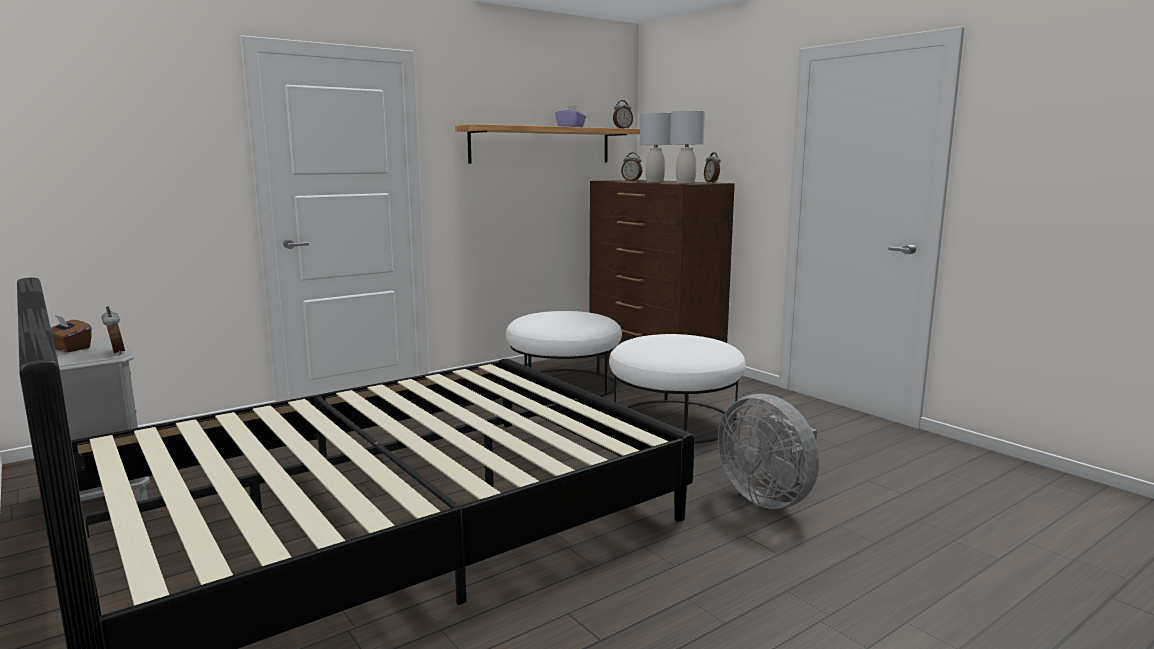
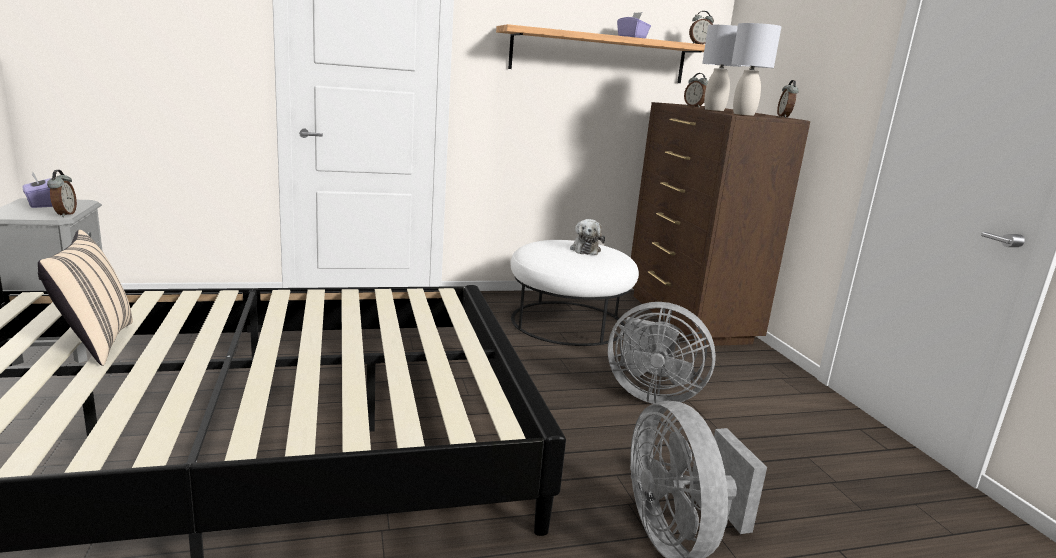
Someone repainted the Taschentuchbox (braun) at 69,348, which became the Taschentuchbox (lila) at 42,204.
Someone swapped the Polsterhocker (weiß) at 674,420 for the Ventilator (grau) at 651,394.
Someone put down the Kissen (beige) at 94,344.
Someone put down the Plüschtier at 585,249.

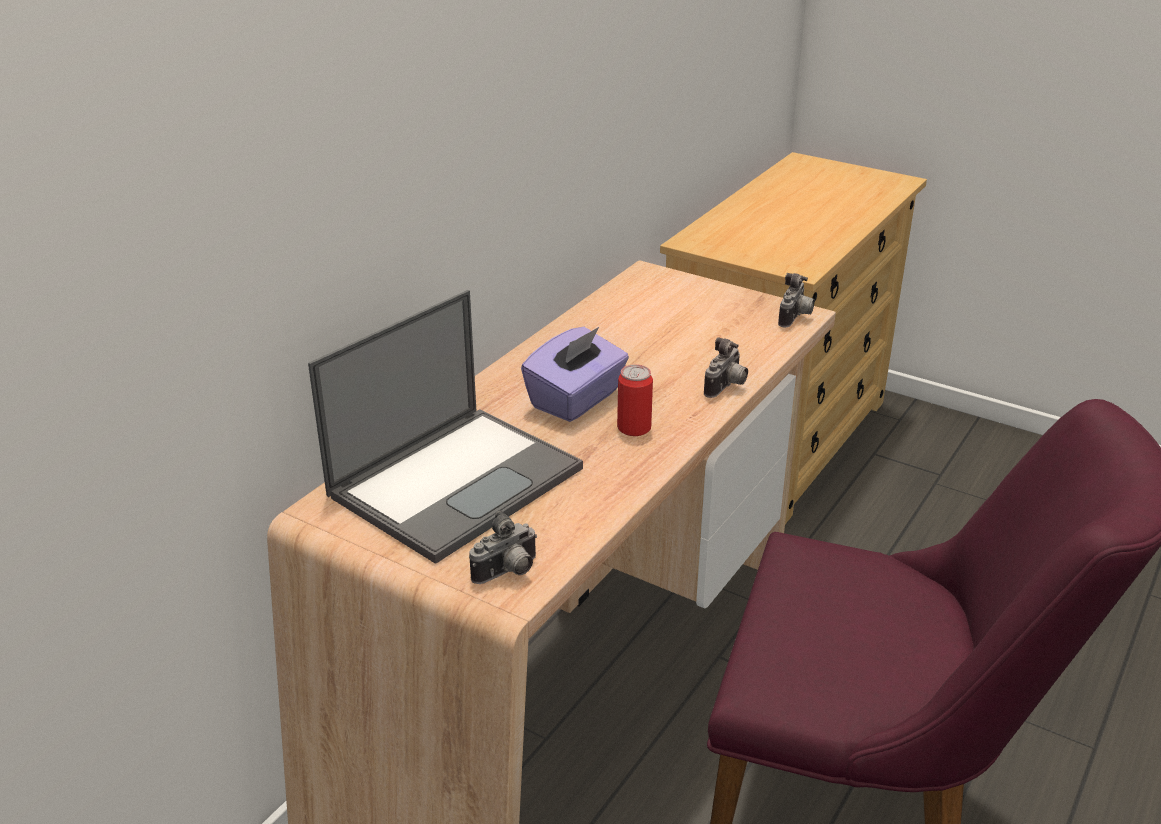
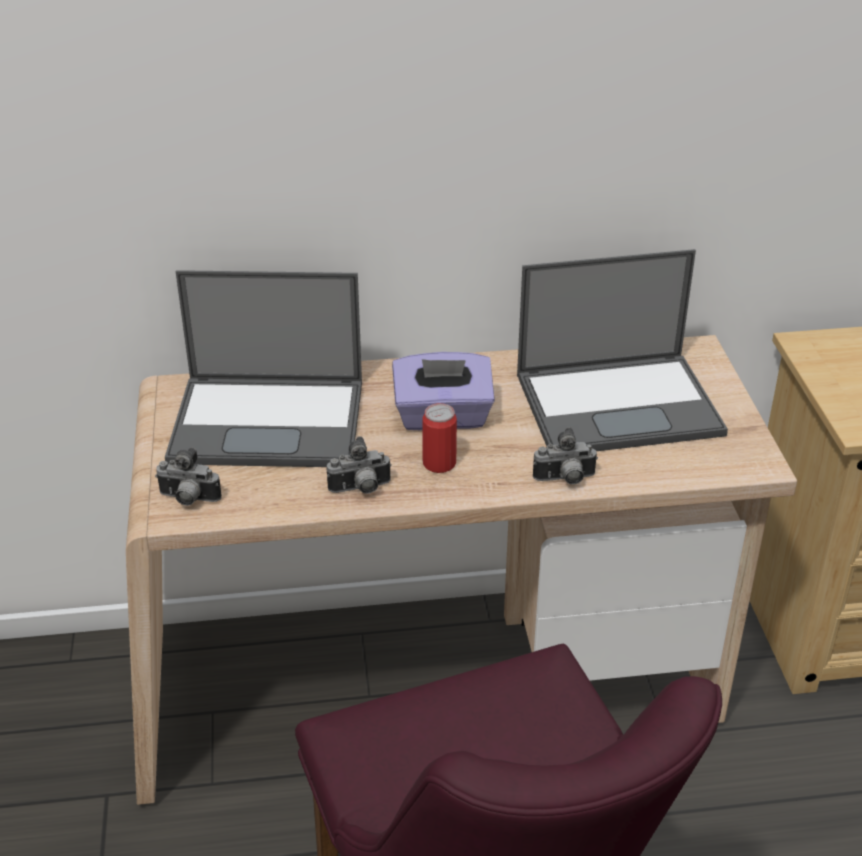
Someone carried the Kamera from 795,318 to 360,489.
Someone put down the Laptop at 620,404.

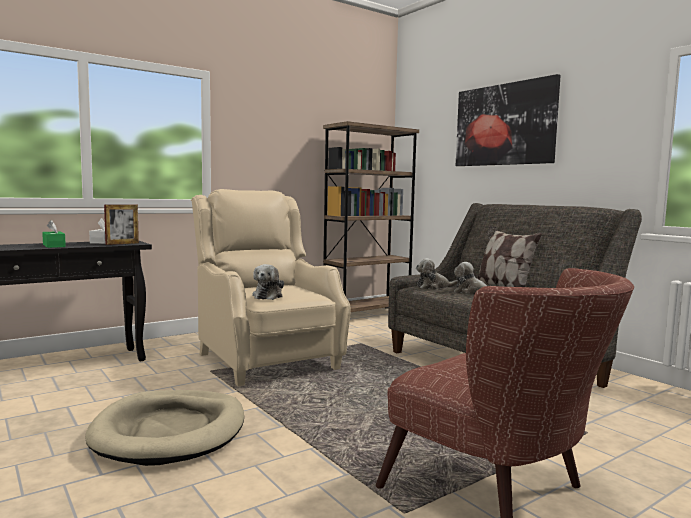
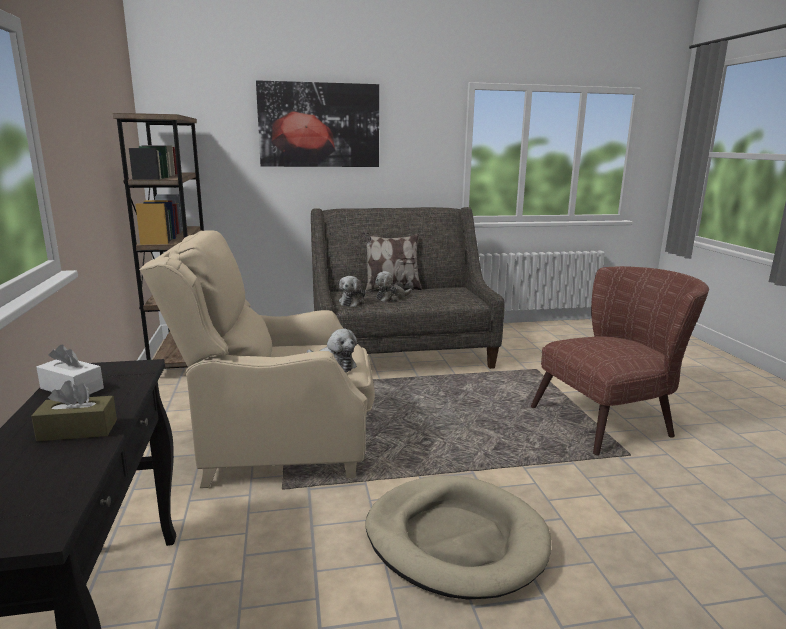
Someone repainted the Taschentuchbox (grün) at 54,246, which became the Taschentuchbox (braun) at 78,430.
Someone took away the Bilderrahmen at 122,243.

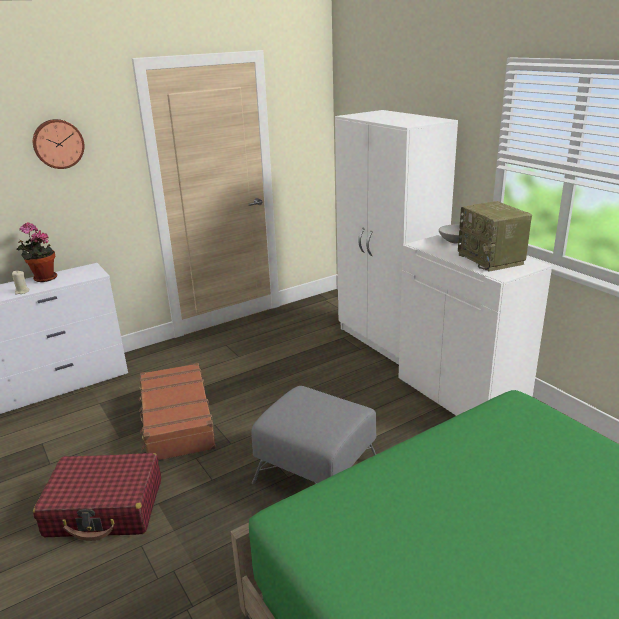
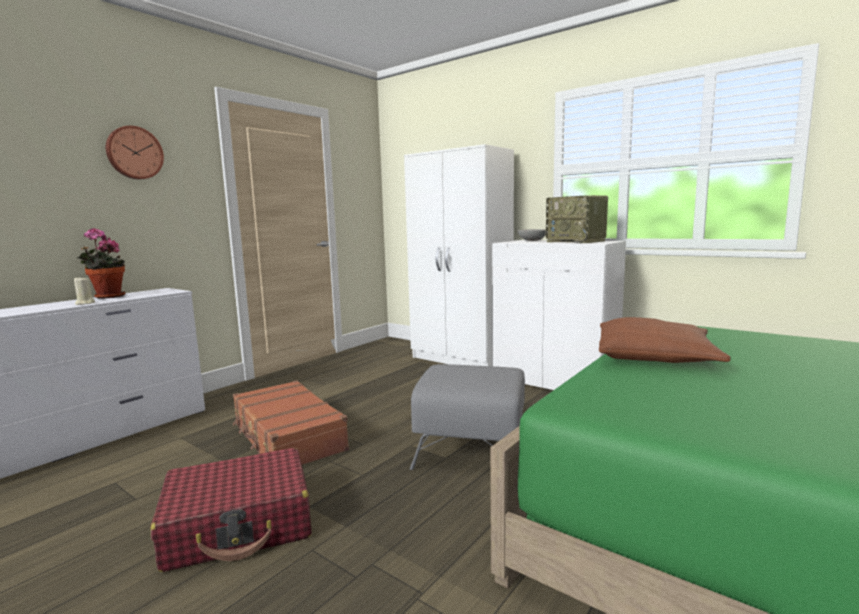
Someone put down the Kissen (braun) at 655,356.

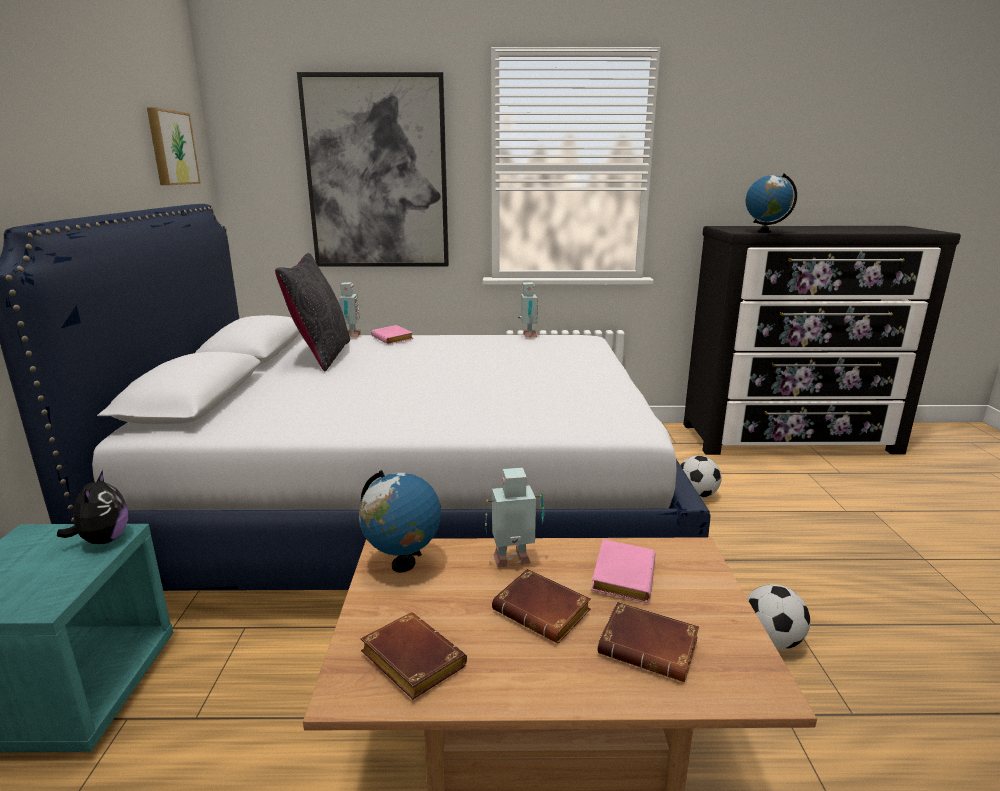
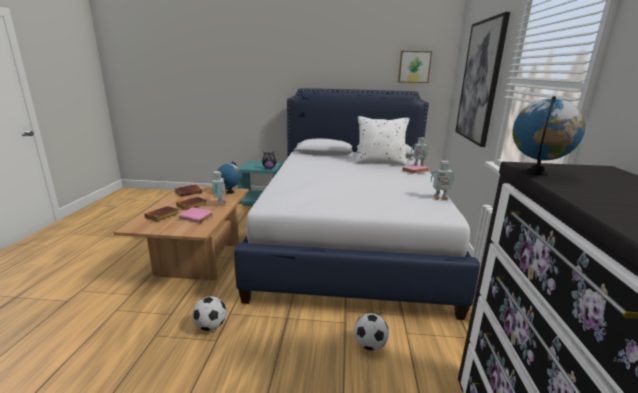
Someone repainted the Kissen (schwarz) at 321,355, which became the Kissen (weiß) at 380,162.

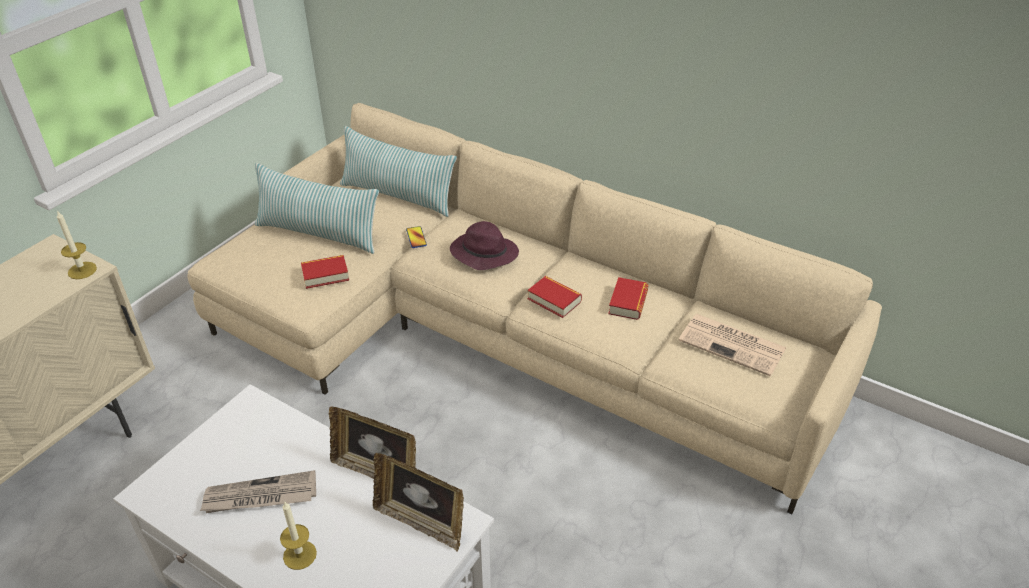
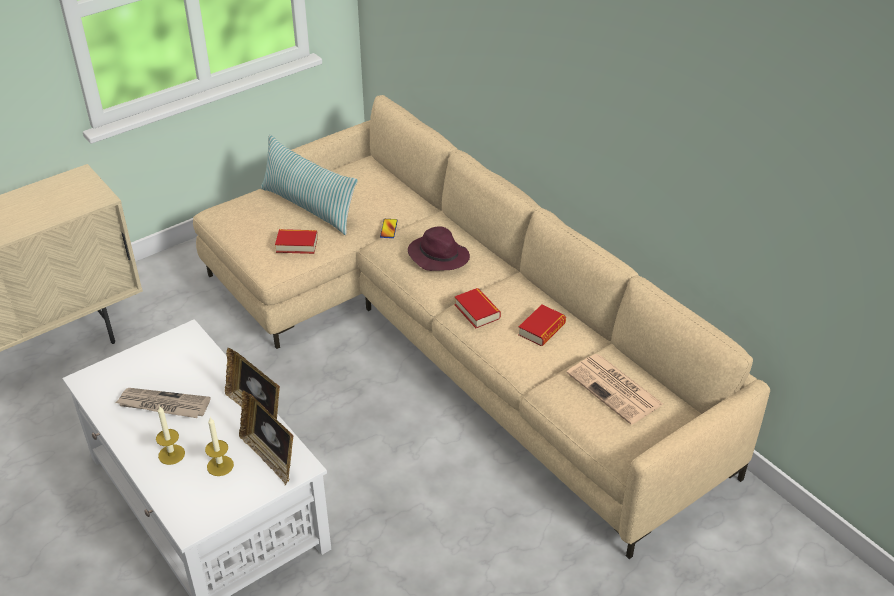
Someone carried the Kerze from 82,270 to 220,465.
Someone took away the Kissen at 398,195.

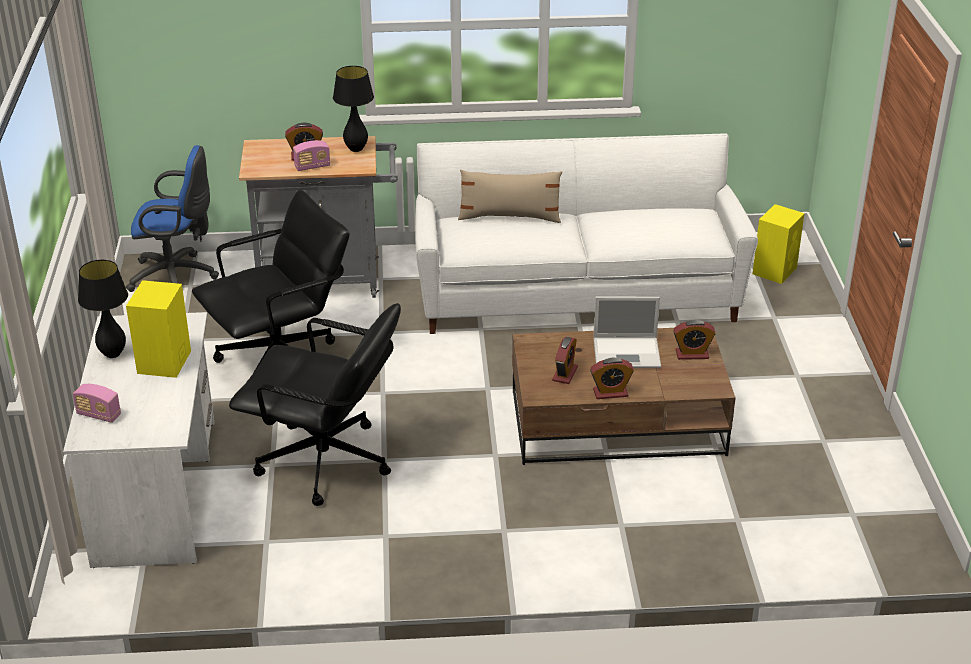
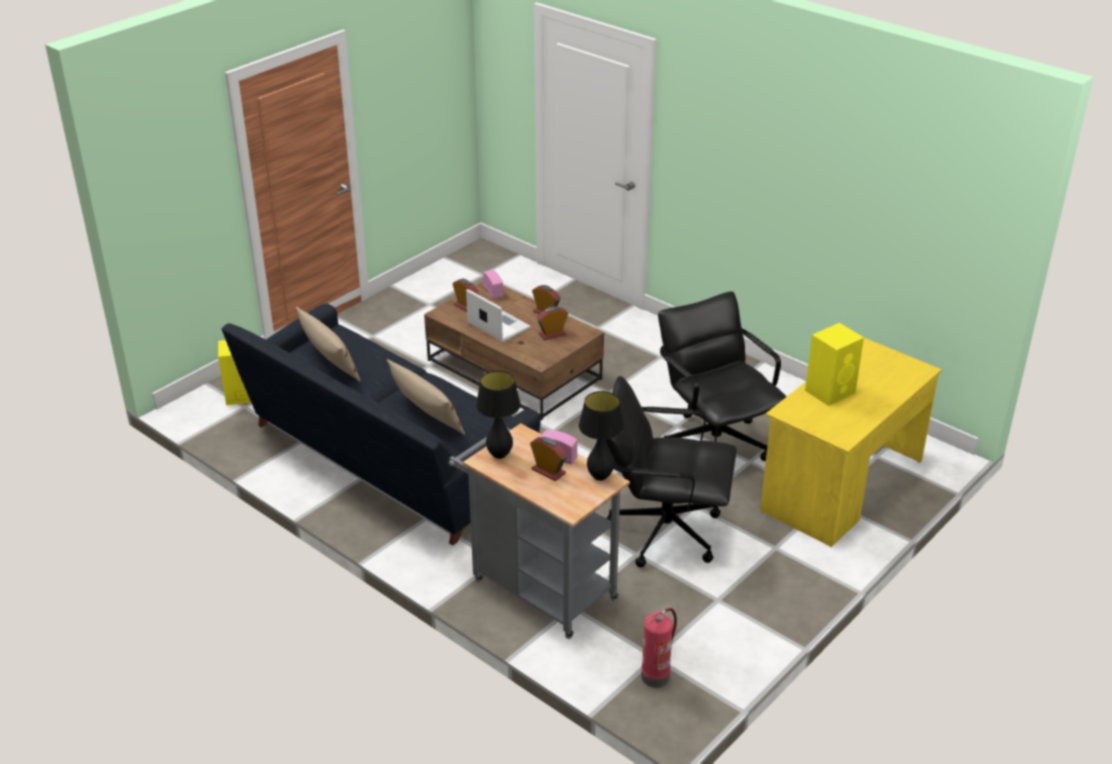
Someone repainted the Schreibtisch (weiß) at 156,491, which became the Schreibtisch (gelb) at 842,486.
Someone carried the Radio from 99,415 to 493,292.
Someone carried the Tischlampe (schwarz) from 113,354 to 600,476.
Someone swapped the Bürostuhl (blau) at 177,277 for the Feuerlöscher at 656,675.
Someone repainted the Sofa (weiß) at 576,291, which became the Sofa (schwarz) at 384,460.
Someone put down the Kissen (beige) at 329,362.

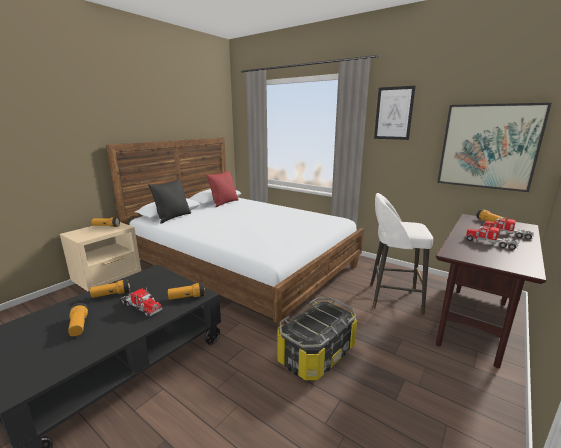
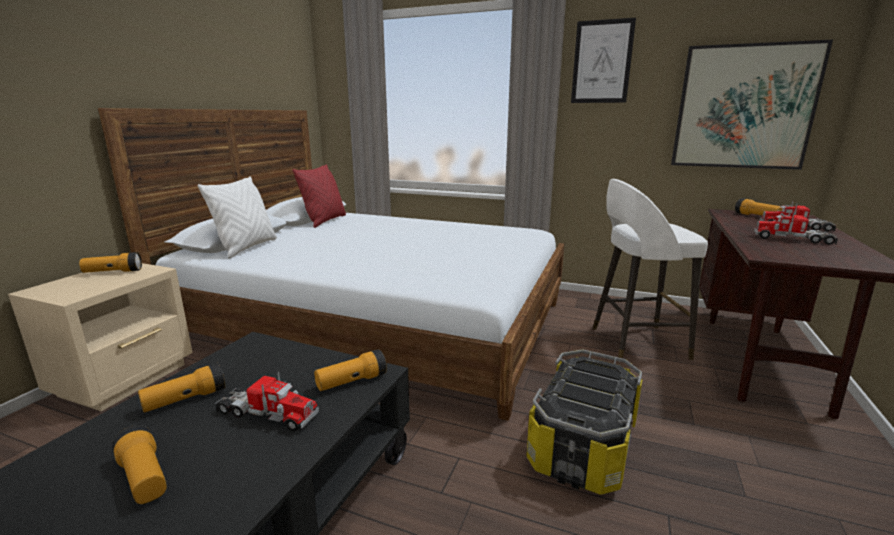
Someone repainted the Kissen (schwarz) at 173,217, which became the Kissen (weiß) at 247,248.

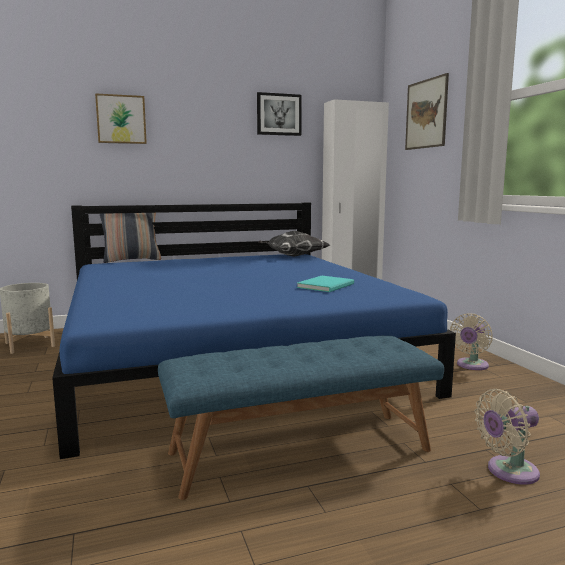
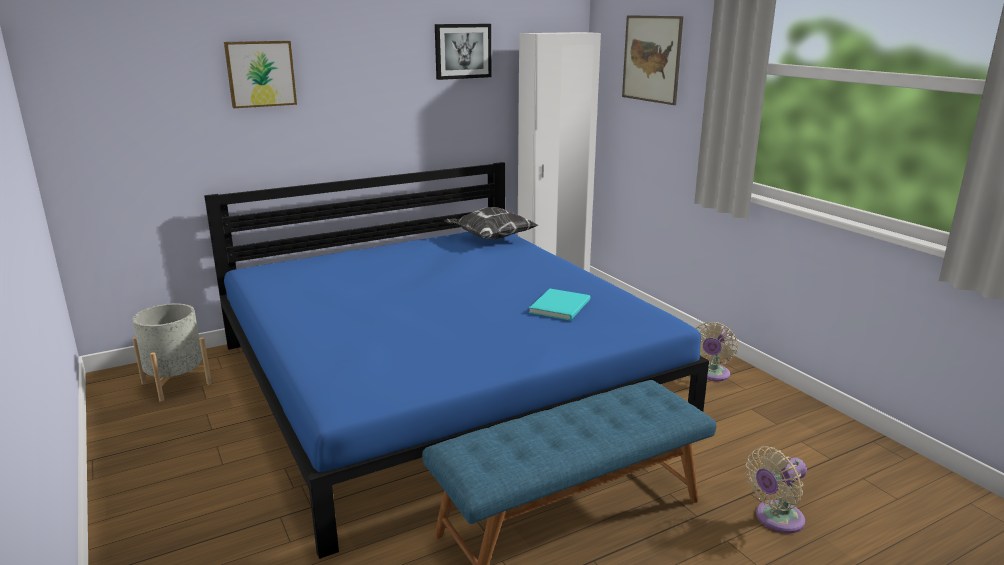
Someone took away the Kissen at 132,260.

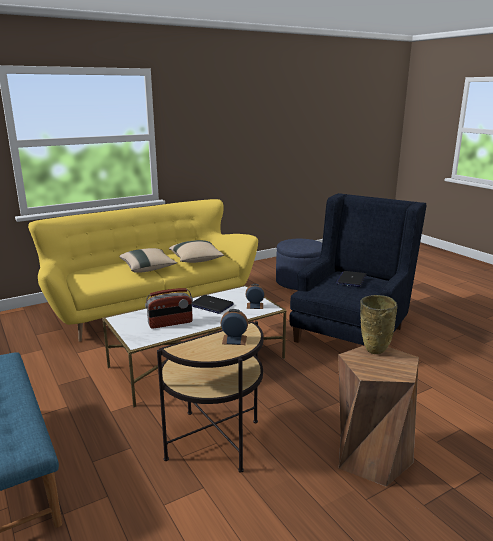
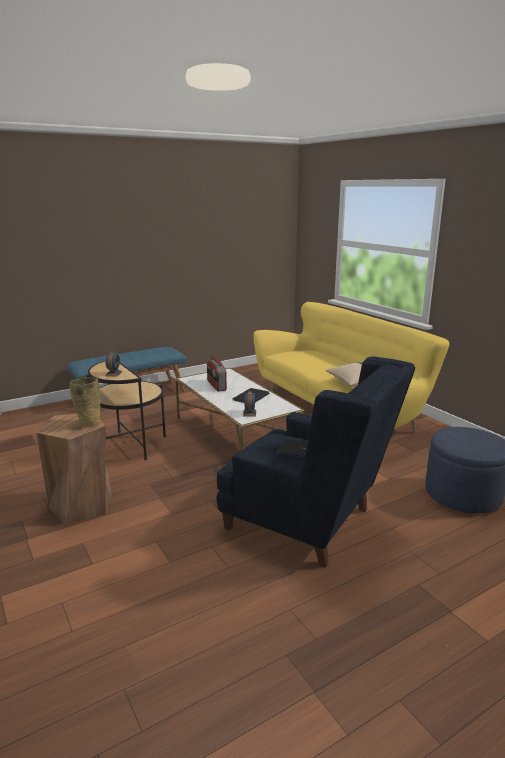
Someone took away the Kissen (beige) at 148,268.

